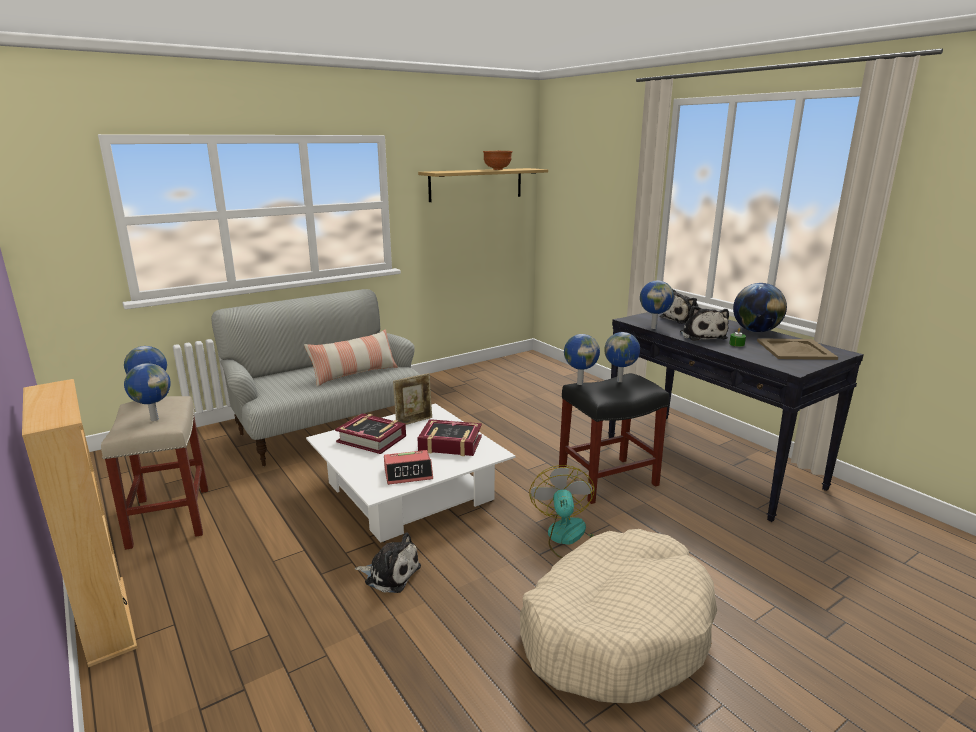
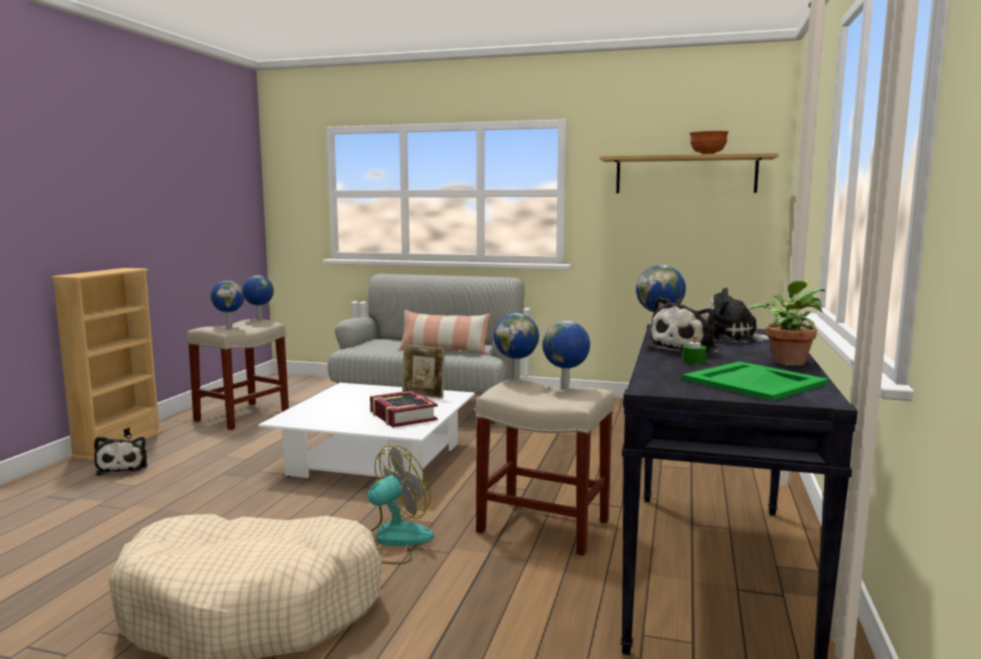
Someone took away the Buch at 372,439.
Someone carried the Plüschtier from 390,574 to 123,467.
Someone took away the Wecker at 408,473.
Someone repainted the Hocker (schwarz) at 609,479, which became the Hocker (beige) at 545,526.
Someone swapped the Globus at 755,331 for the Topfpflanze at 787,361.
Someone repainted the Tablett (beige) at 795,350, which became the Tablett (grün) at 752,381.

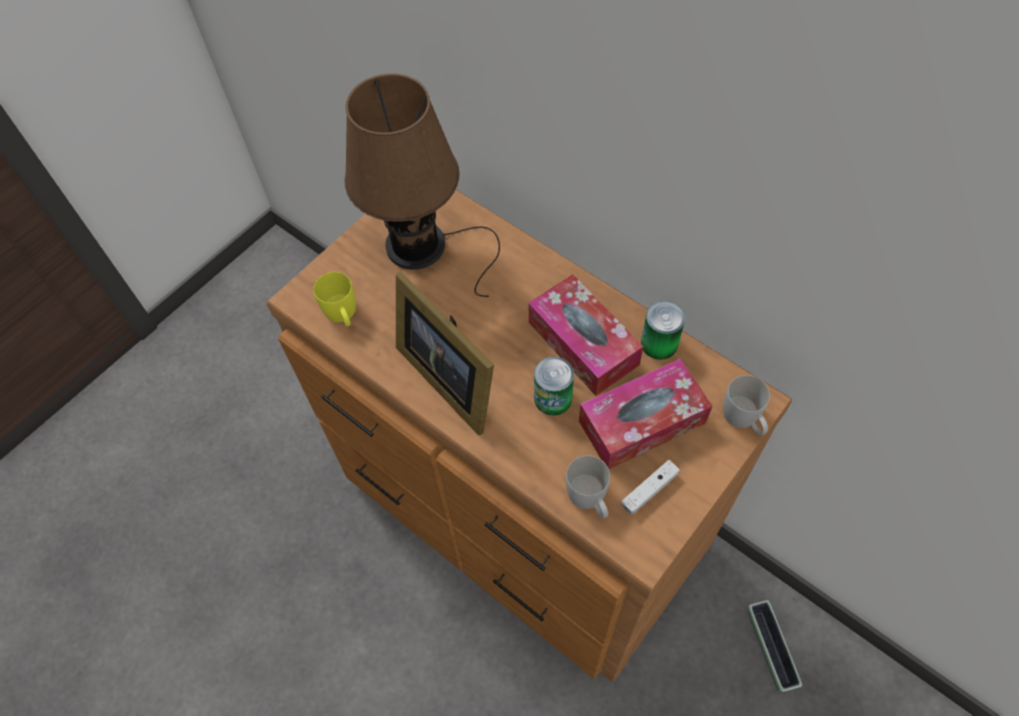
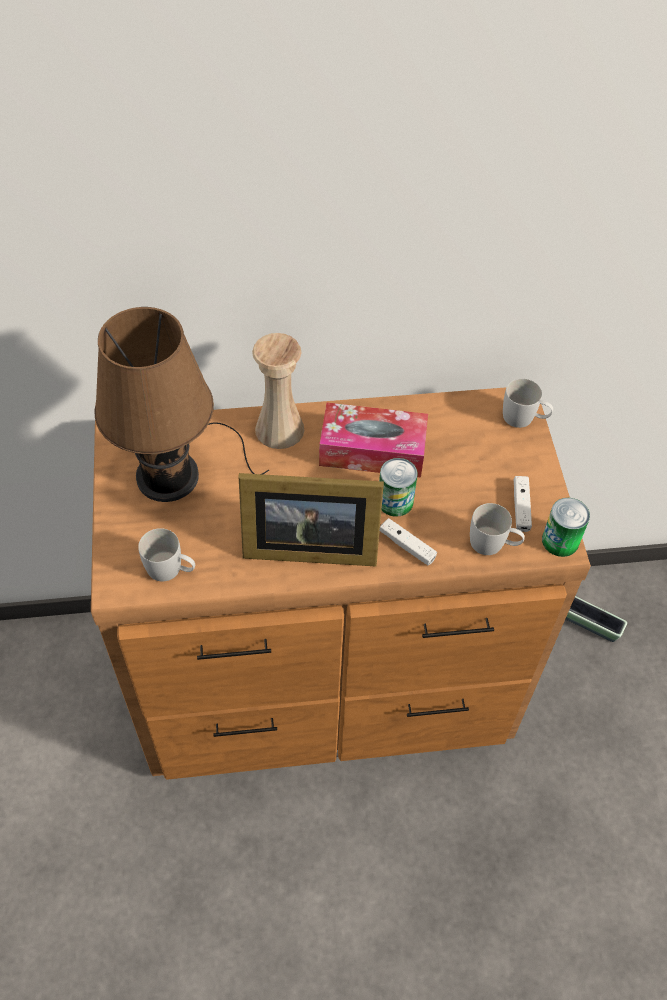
Someone repainted the Henkelbecher (gelb) at 343,315, which became the Henkelbecher (weiß) at 171,570.
Someone took away the Taschentuchbox at 642,422.
Someone carried the Dose from 659,343 to 560,541.
Someone put down the Vase (beige) at 279,429.
Someone put down the Gamepad (weiß) at 407,546.

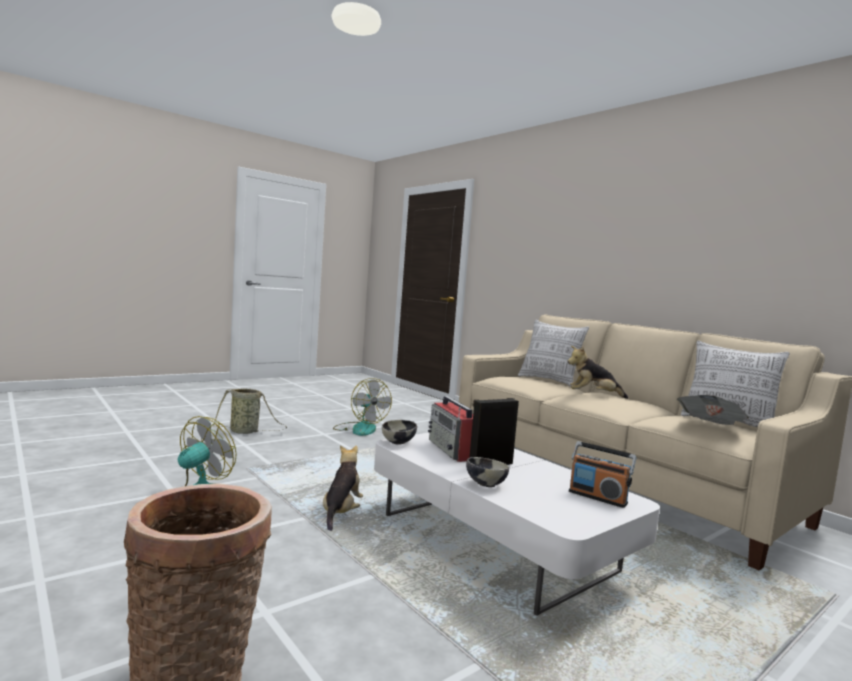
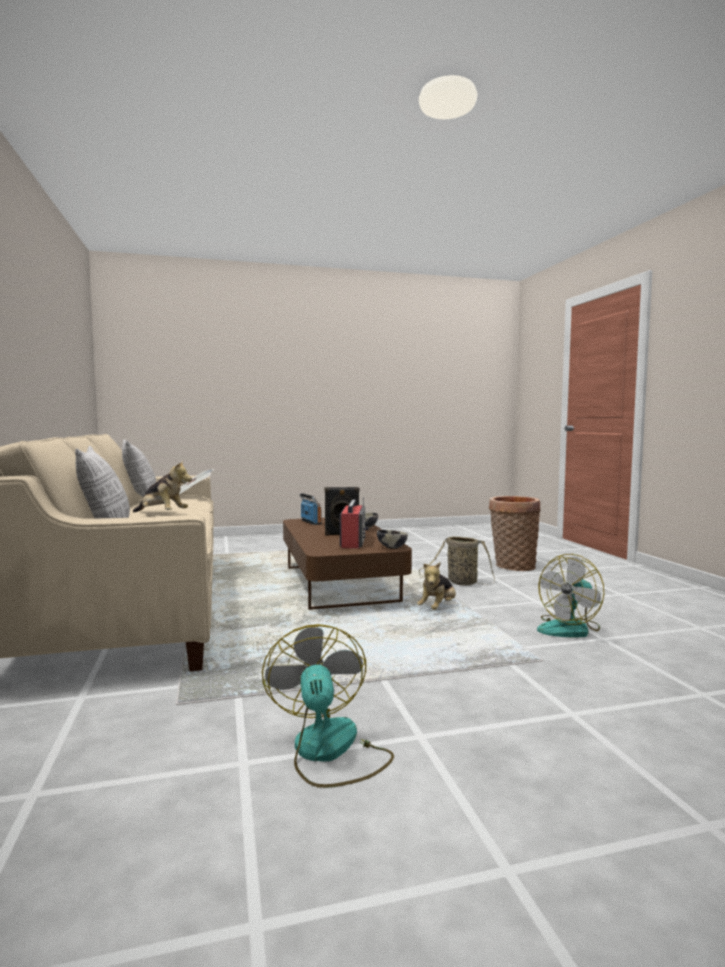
Someone carried the Korb from 246,432 to 460,583.
Someone repainted the Couchtisch (weiß) at 494,542, which became the Couchtisch (braun) at 339,584.

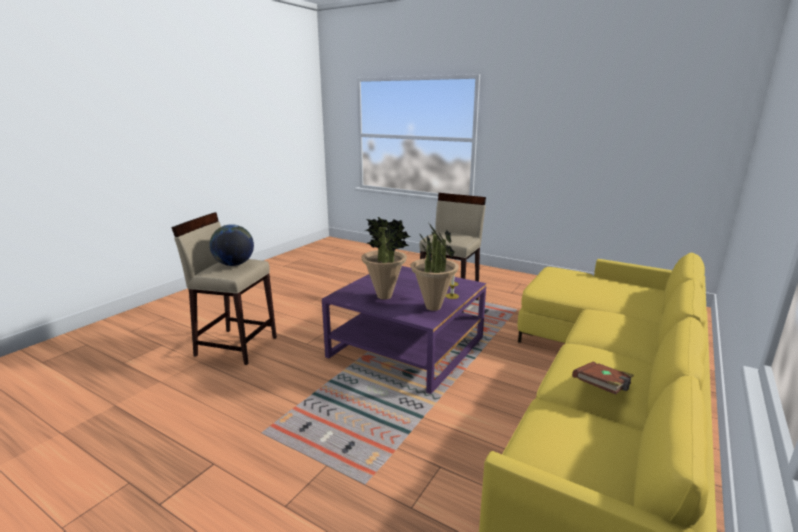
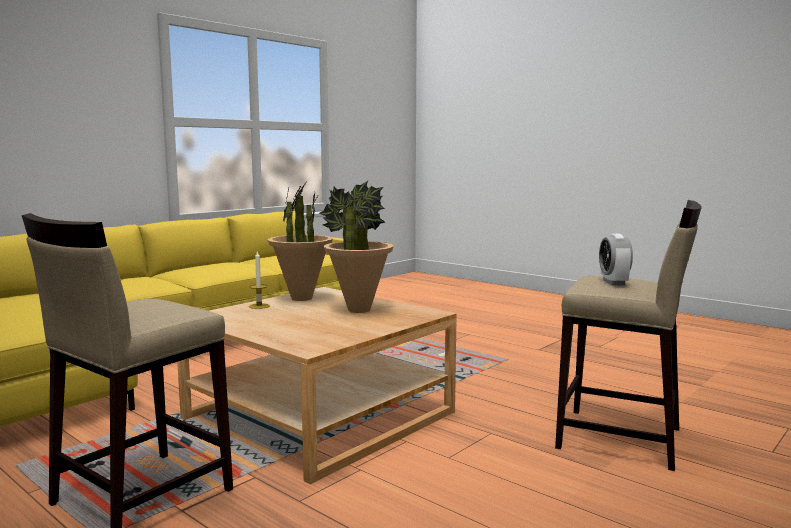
Someone swapped the Globus at 234,264 for the Wecker at 613,282.
Someone repainted the Couchtisch (lila) at 407,347, which became the Couchtisch (beige) at 319,415.
Someone took away the Buch (braun) at 602,389.

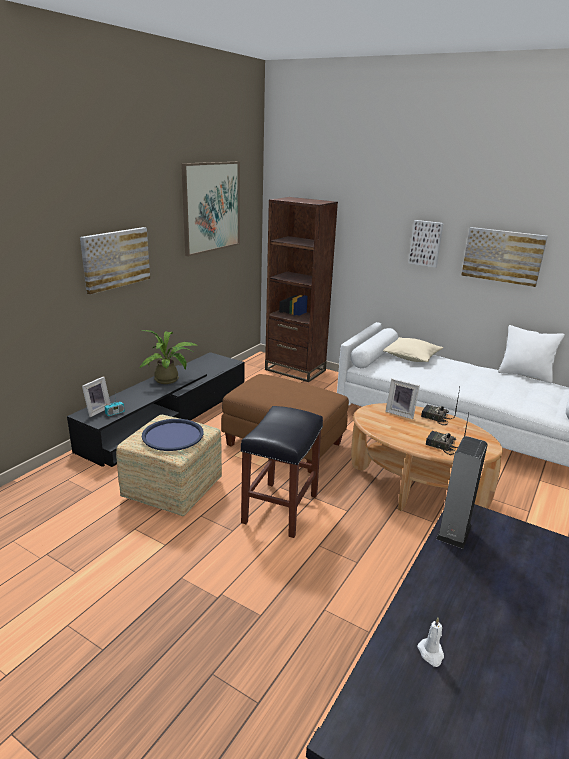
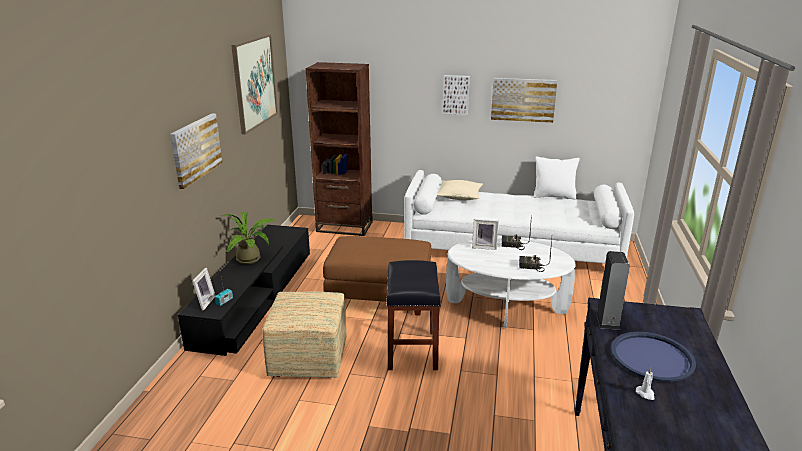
Someone carried the Tablett (blau) from 173,435 to 651,357.
Someone repainted the Couchtisch (braun) at 415,488, which became the Couchtisch (weiß) at 506,307.

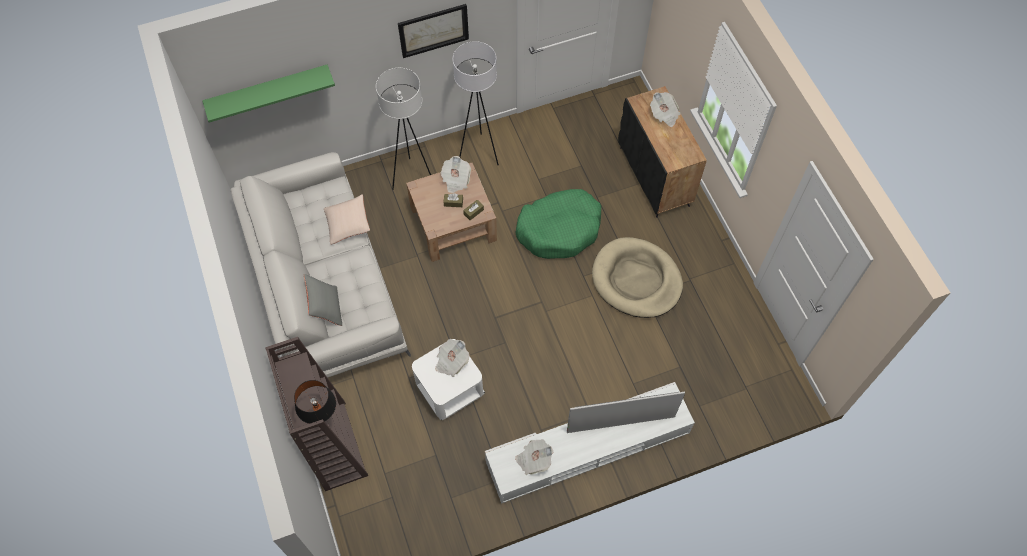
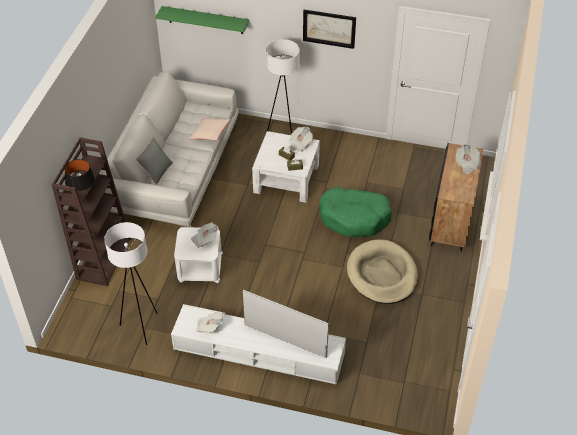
Someone repainted the Couchtisch (braun) at 453,223, which became the Couchtisch (weiß) at 286,179.
Someone carried the Stehlampe (weiß) from 479,153 to 141,327.

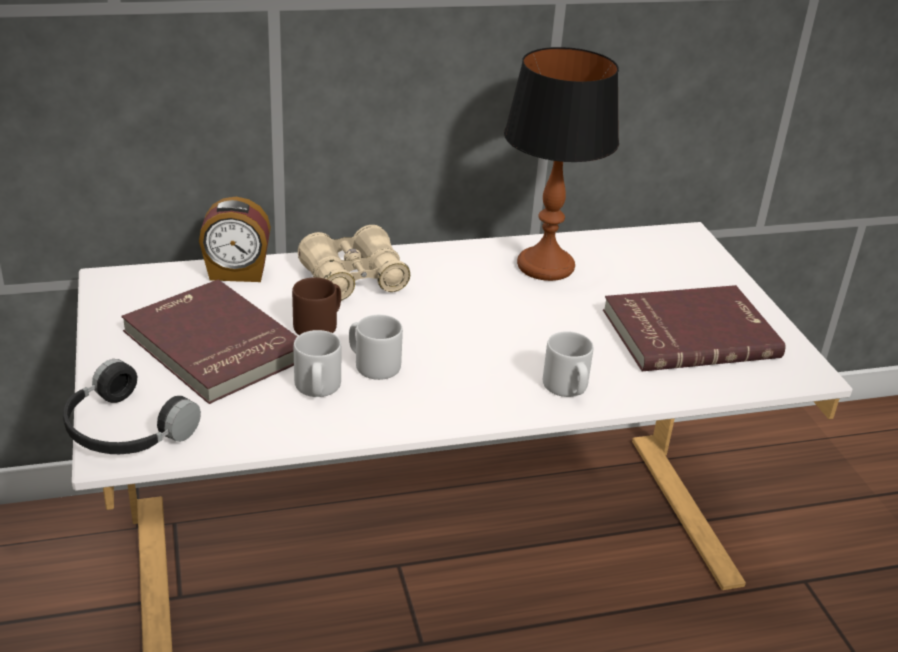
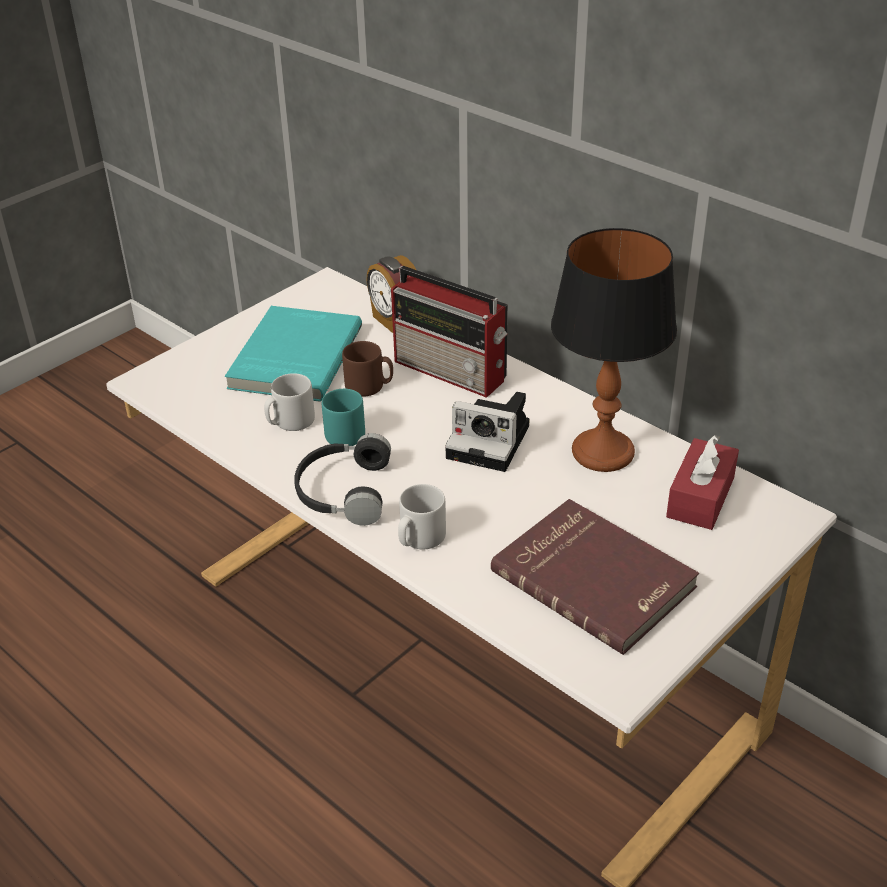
Someone carried the Kopfhörer (schwarz) from 123,430 to 342,491.
Someone repainted the Buch (rot) at 212,346, which became the Buch (türkis) at 293,357.
Someone swapped the Fernglas (beige) at 354,279 for the Radio at 452,371.
Someone repainted the Henkelbecher (grau) at 373,365, which became the Henkelbecher (türkis) at 345,432.
Someone put down the Kamera at 492,442.
Someone put down the Taschentuchbox (rot) at 700,497.

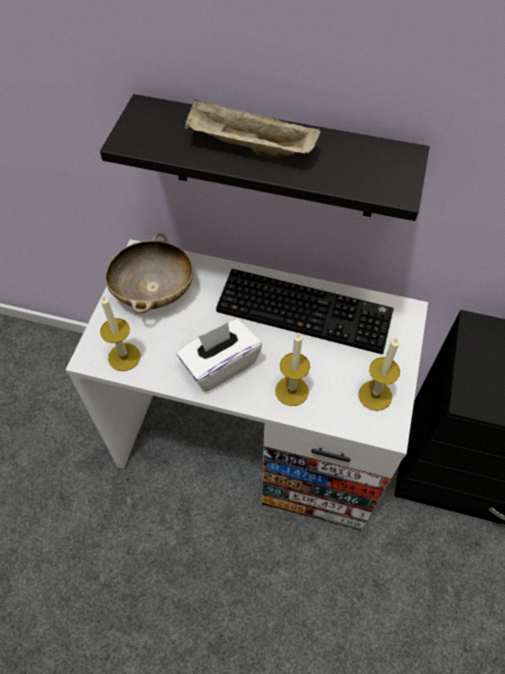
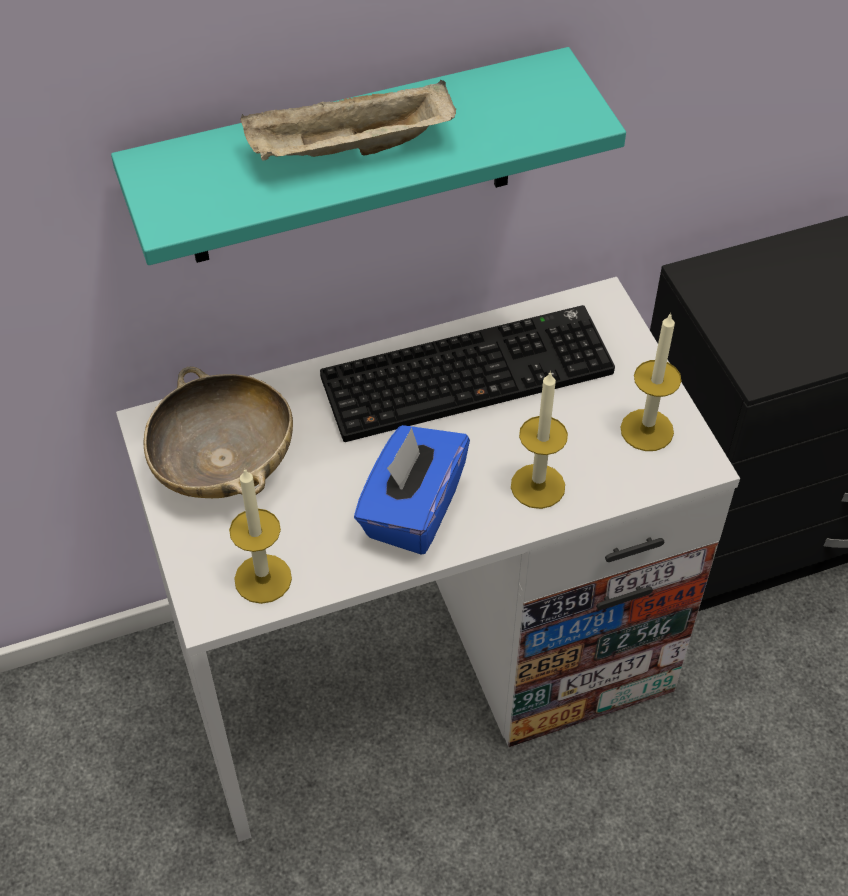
Someone repainted the Wandregal (schwarz) at 274,159, which became the Wandregal (türkis) at 351,161.
Someone repainted the Taschentuchbox (weiß) at 219,365, which became the Taschentuchbox (blau) at 412,509.

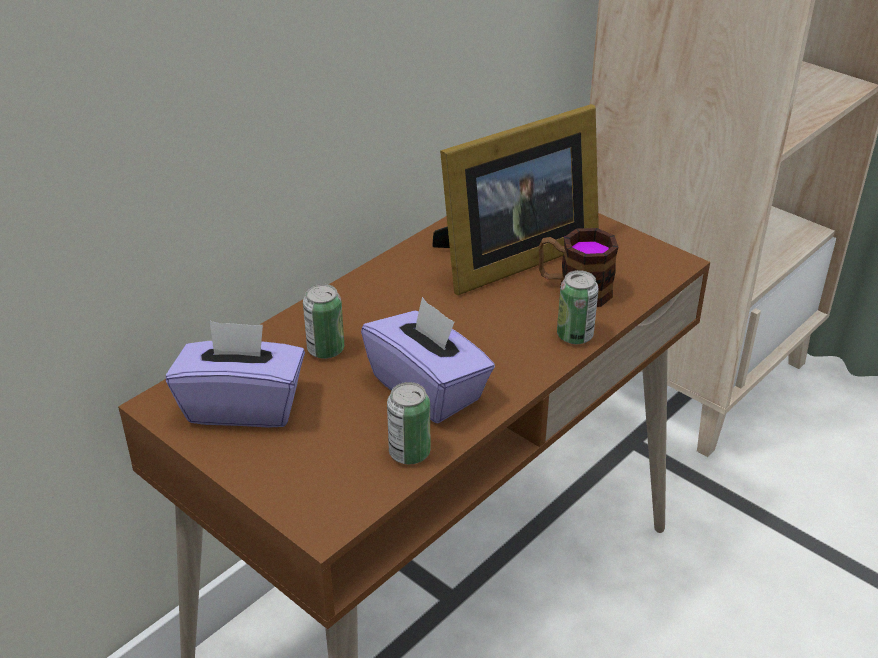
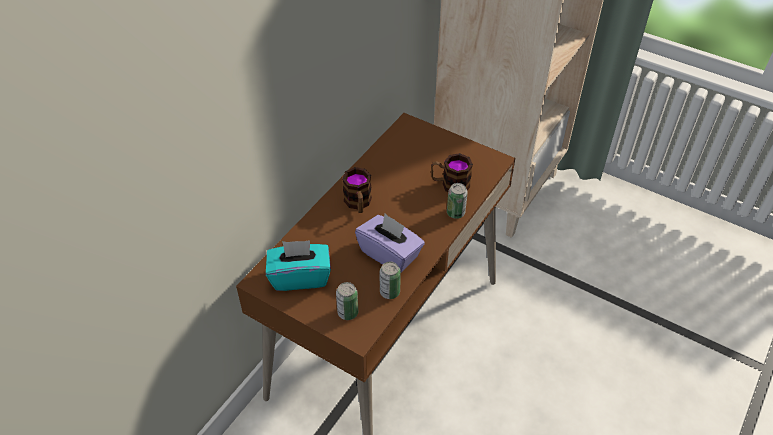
Someone repainted the Taschentuchbox (lila) at 243,406, which became the Taschentuchbox (türkis) at 300,277.
Someone carried the Dose from 326,350 to 348,313.
Someone took away the Bilderrahmen at 510,258.
Someone put down the Henkelbecher at 358,204.

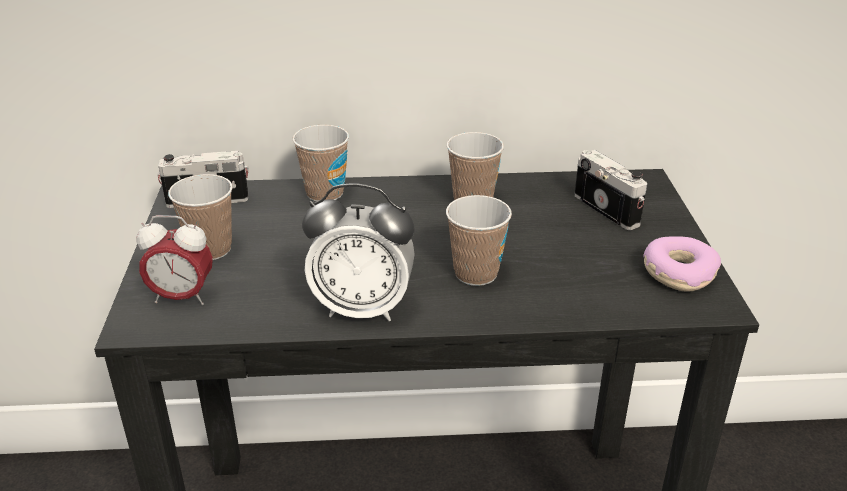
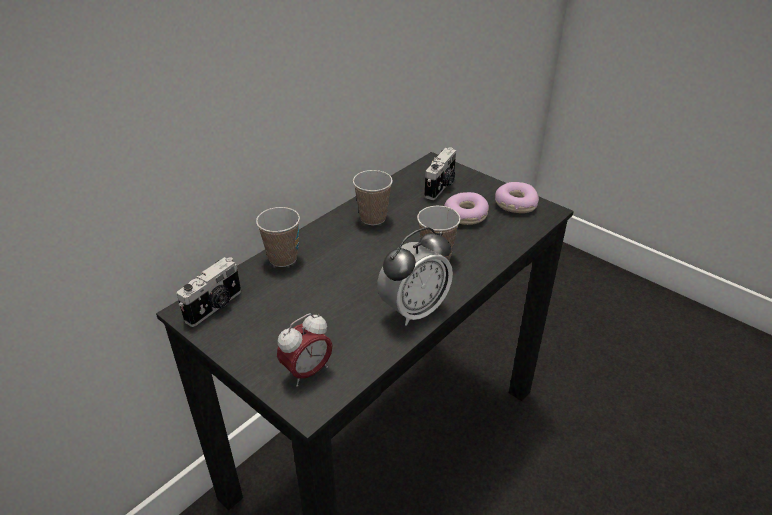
Someone took away the Tasse at 210,250.
Someone rotated the Kamera at 608,209 by 105 degrees clockwise.
Someone put down the Donut at 466,215.

